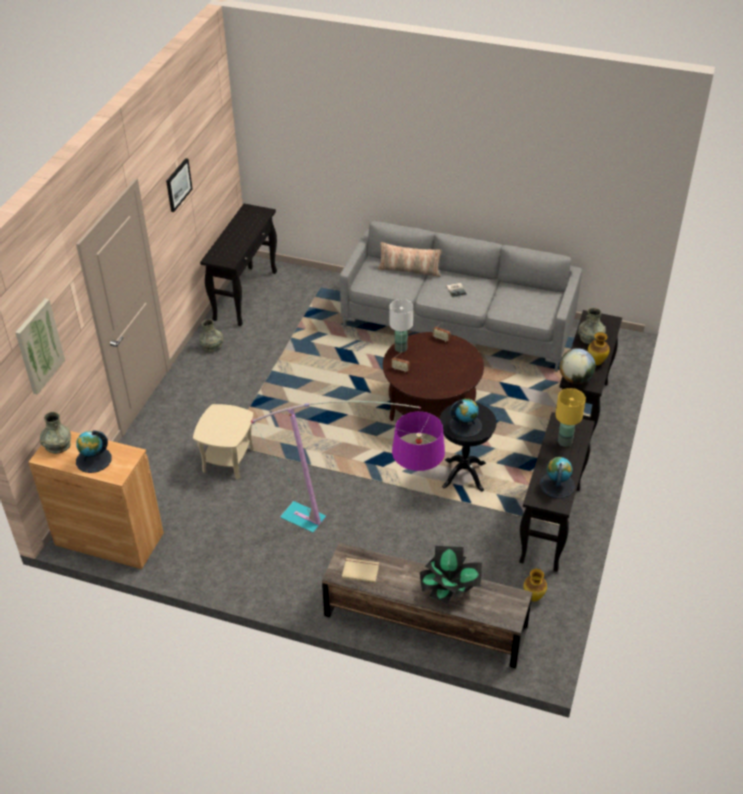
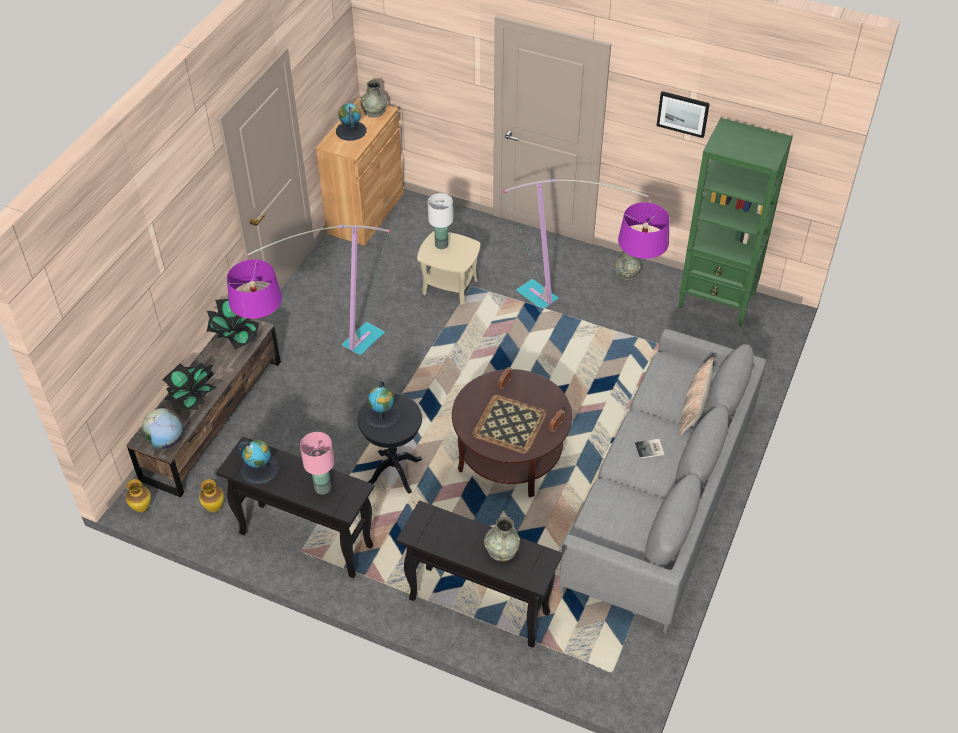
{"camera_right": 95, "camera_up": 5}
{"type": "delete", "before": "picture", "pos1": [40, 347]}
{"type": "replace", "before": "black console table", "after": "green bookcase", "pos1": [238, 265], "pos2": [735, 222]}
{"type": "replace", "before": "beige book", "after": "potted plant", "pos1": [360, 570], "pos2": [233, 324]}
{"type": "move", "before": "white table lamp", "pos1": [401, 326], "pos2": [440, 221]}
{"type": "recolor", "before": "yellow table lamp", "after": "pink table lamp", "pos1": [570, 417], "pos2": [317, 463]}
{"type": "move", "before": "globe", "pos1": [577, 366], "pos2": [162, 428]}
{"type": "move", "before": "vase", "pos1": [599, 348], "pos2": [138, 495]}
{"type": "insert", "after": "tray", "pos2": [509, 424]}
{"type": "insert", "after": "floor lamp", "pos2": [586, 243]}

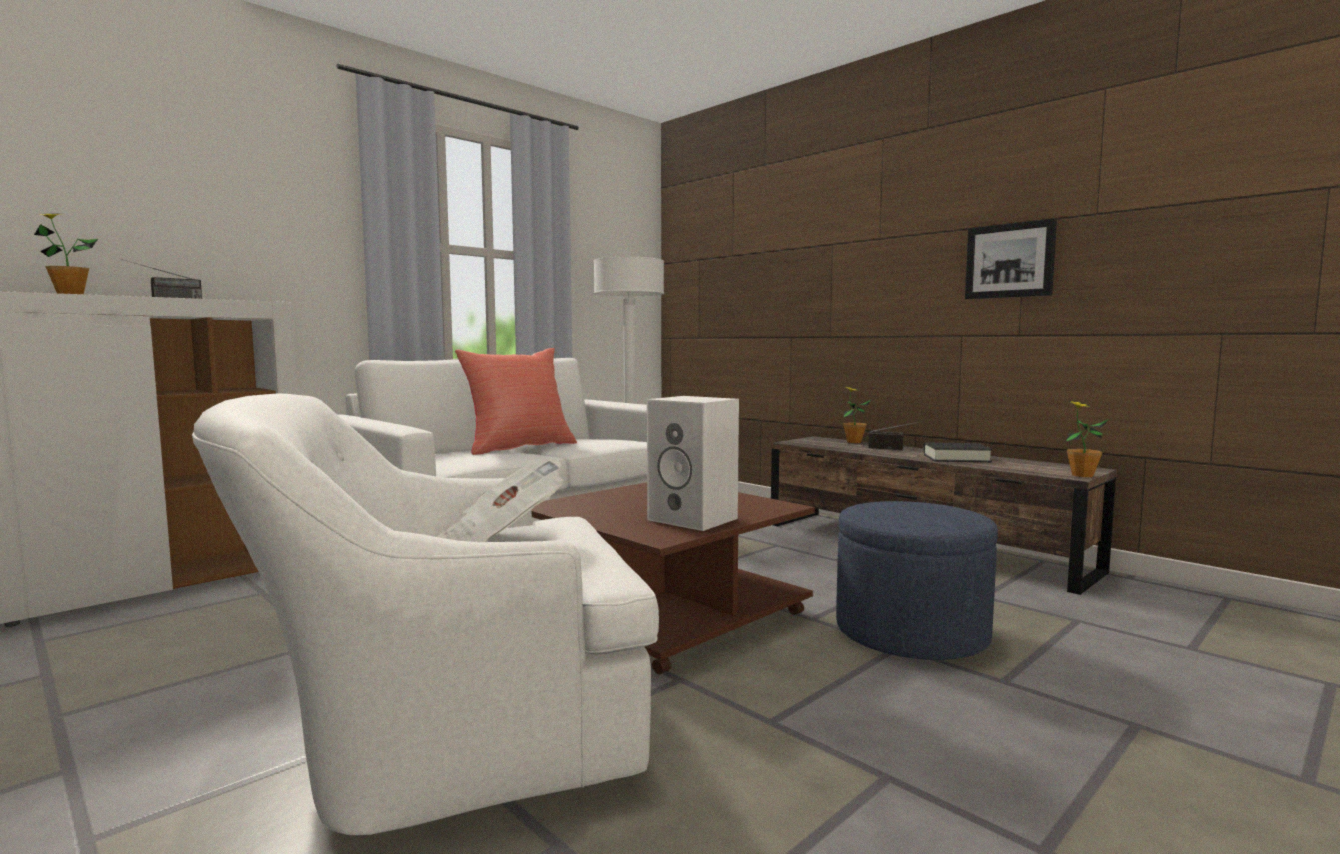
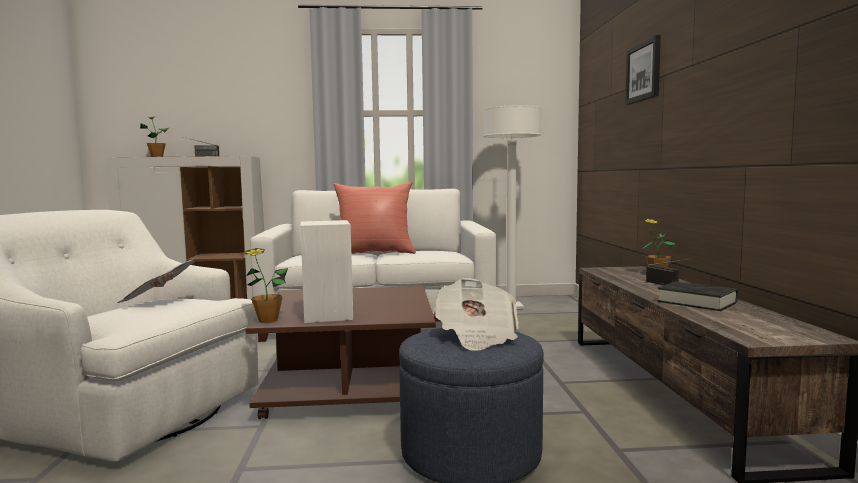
{"camera_right": 40, "camera_up": 0}
{"type": "move", "before": "picture", "pos1": [1011, 258], "pos2": [643, 70]}
{"type": "move", "before": "potted plant", "pos1": [1087, 439], "pos2": [266, 285]}
{"type": "insert", "after": "newspaper", "pos2": [475, 314]}

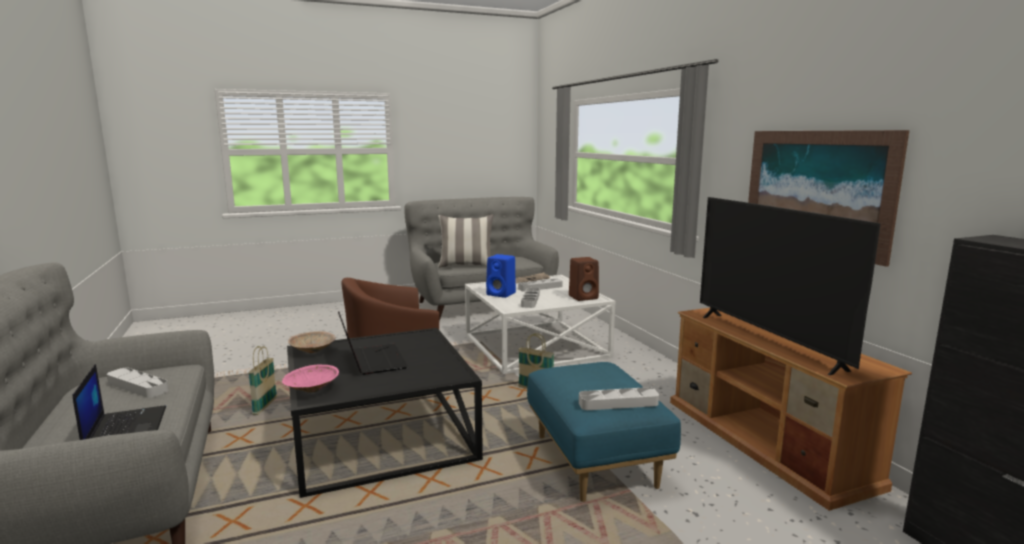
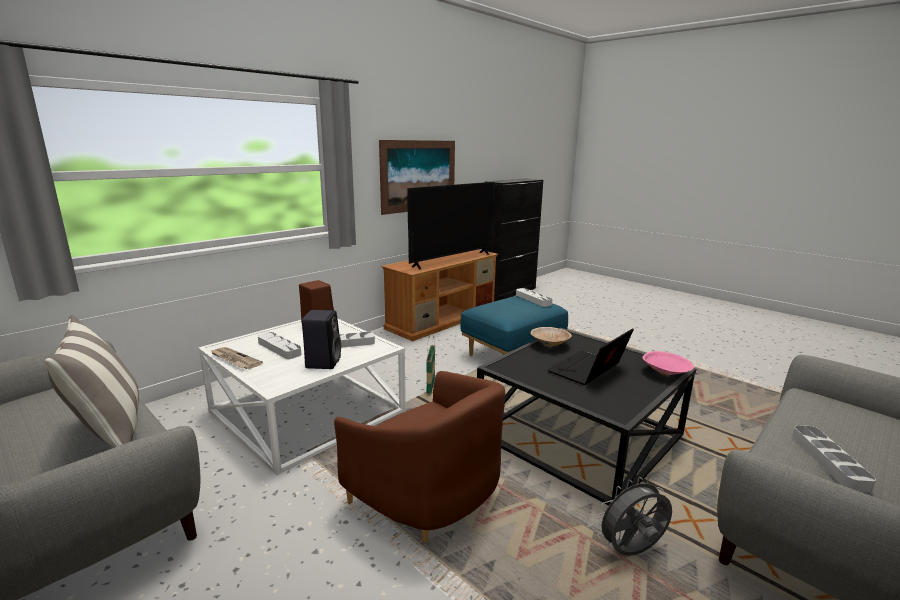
{"camera_right": -115, "camera_up": 5}
{"type": "delete", "before": "laptop", "pos1": [119, 402]}
{"type": "replace", "before": "basket", "after": "grey fan", "pos1": [262, 380], "pos2": [633, 516]}
{"type": "move", "before": "beige bowl", "pos1": [312, 342], "pos2": [551, 337]}
{"type": "recolor", "before": "blue speaker", "after": "black speaker", "pos1": [501, 276], "pos2": [321, 339]}

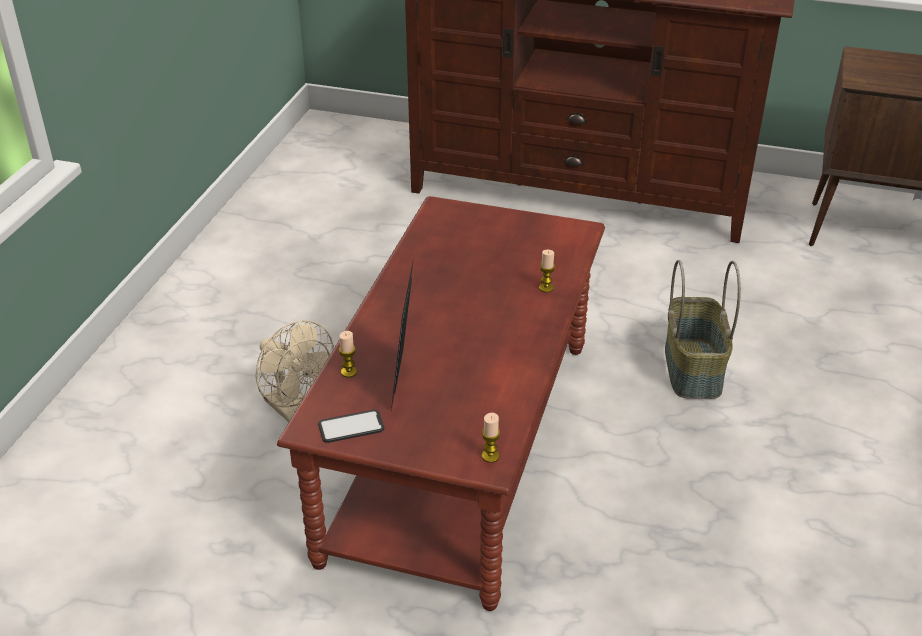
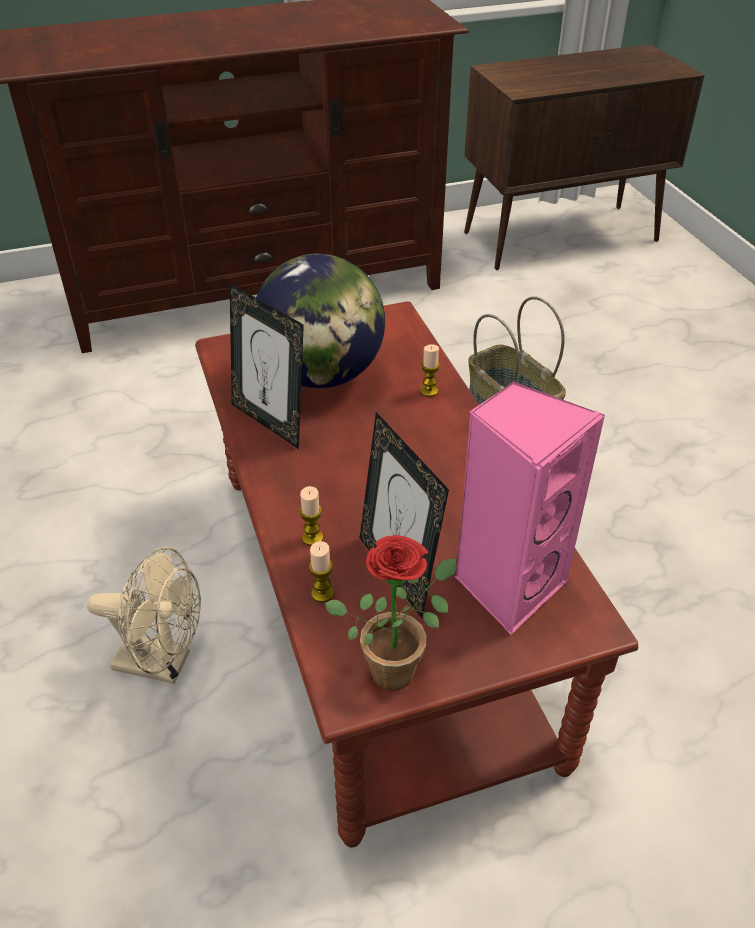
{"camera_right": -35, "camera_up": 5}
{"type": "replace", "before": "phone", "after": "potted plant", "pos1": [351, 426], "pos2": [390, 613]}
{"type": "move", "before": "candle", "pos1": [491, 438], "pos2": [311, 516]}
{"type": "insert", "after": "picture frame", "pos2": [267, 366]}
{"type": "insert", "after": "globe", "pos2": [320, 321]}
{"type": "insert", "after": "pink speaker", "pos2": [530, 508]}

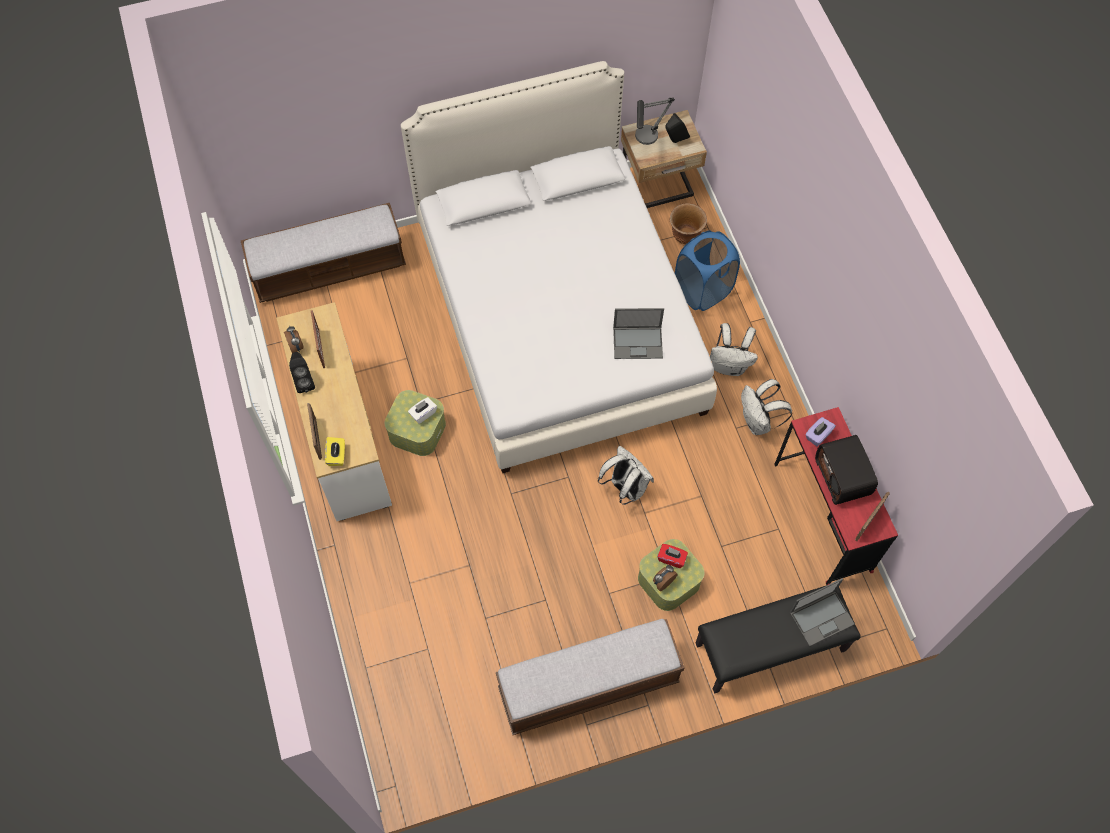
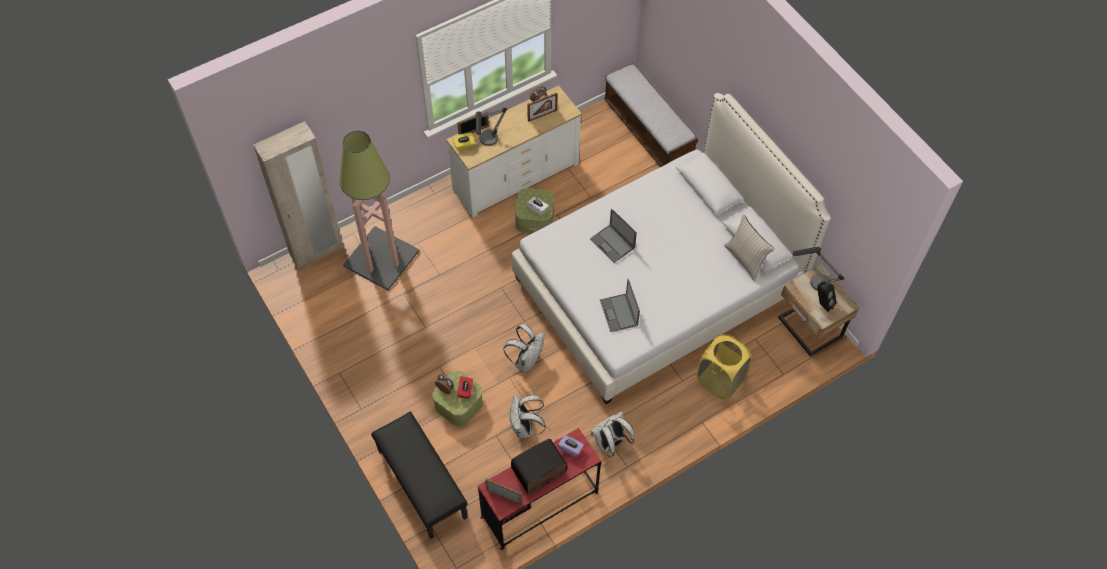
{"camera_right": 75, "camera_up": -5}
{"type": "delete", "before": "black speaker", "pos1": [302, 372]}
{"type": "delete", "before": "bench", "pos1": [590, 677]}
{"type": "delete", "before": "brown planter", "pos1": [688, 223]}
{"type": "recolor", "before": "blue laundry basket", "after": "yellow laundry basket", "pos1": [707, 270], "pos2": [724, 367]}
{"type": "move", "before": "white backpack", "pos1": [734, 349], "pos2": [528, 416]}
{"type": "move", "before": "laptop", "pos1": [822, 612], "pos2": [613, 236]}
{"type": "insert", "after": "beige wardrobe", "pos2": [298, 195]}
{"type": "insert", "after": "floor lamp", "pos2": [379, 211]}
{"type": "insert", "after": "table lamp", "pos2": [491, 127]}
{"type": "insert", "after": "beige pillow", "pos2": [749, 247]}

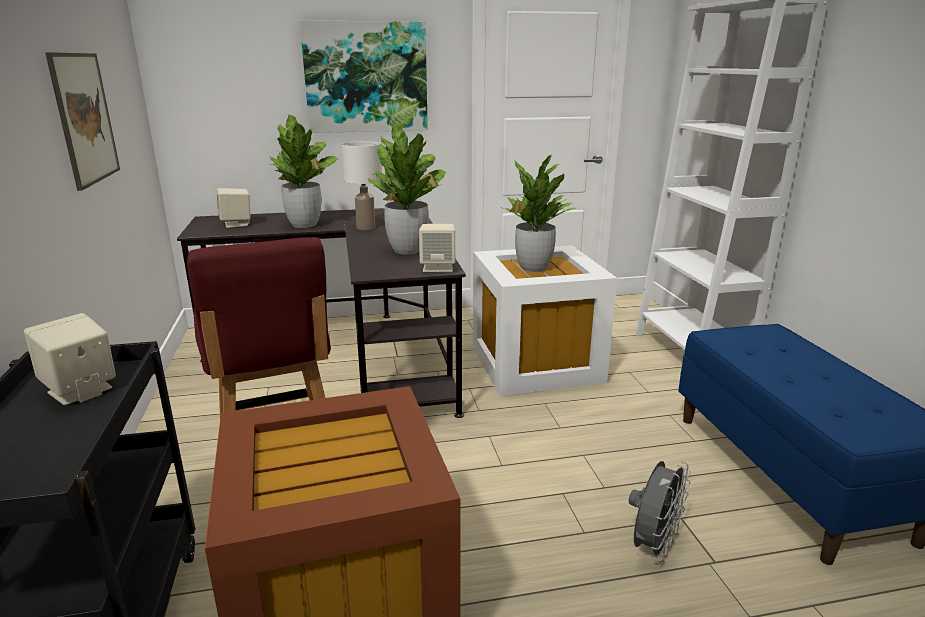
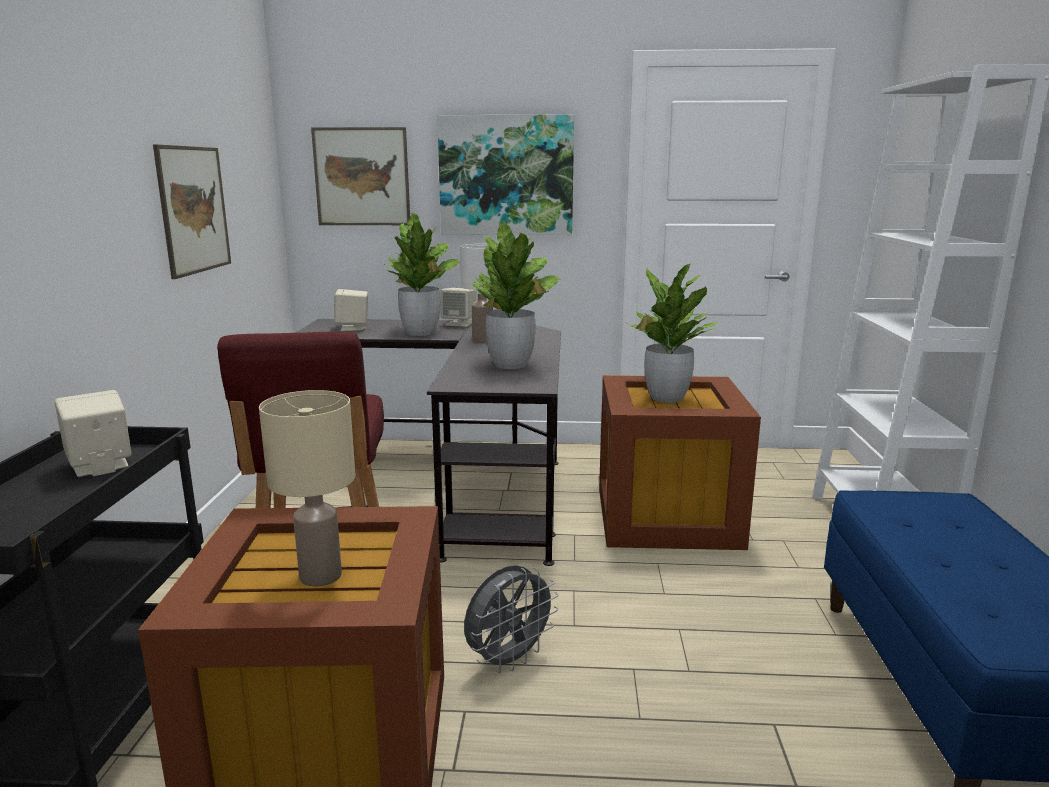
{"camera_right": 15, "camera_up": -5}
{"type": "move", "before": "beige speaker", "pos1": [437, 248], "pos2": [459, 307]}
{"type": "recolor", "before": "white storage box", "after": "brown storage box", "pos1": [545, 321], "pos2": [680, 462]}
{"type": "move", "before": "grey fan", "pos1": [660, 511], "pos2": [511, 619]}
{"type": "insert", "after": "beige table lamp", "pos2": [307, 488]}
{"type": "insert", "after": "picture", "pos2": [360, 176]}

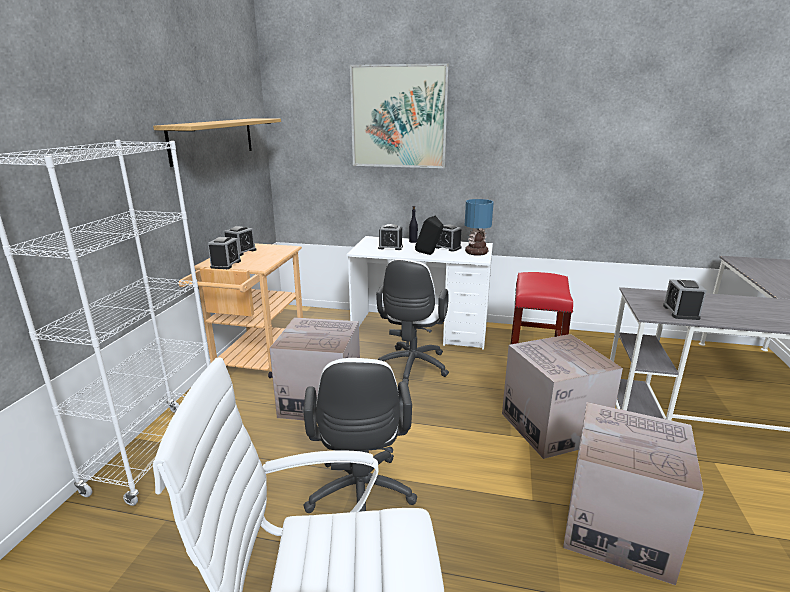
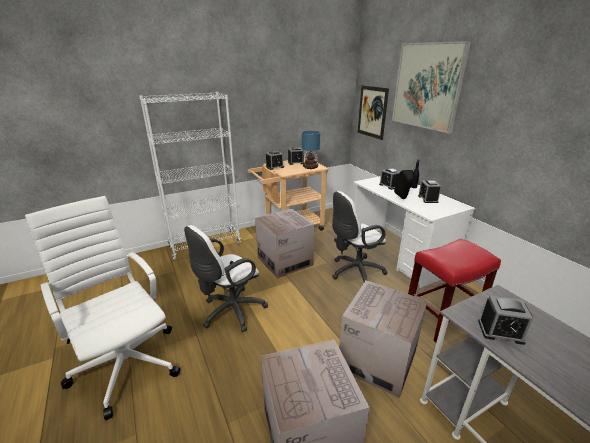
{"camera_right": 50, "camera_up": 5}
{"type": "delete", "before": "shelf", "pos1": [217, 142]}
{"type": "move", "before": "table lamp", "pos1": [479, 227], "pos2": [311, 150]}
{"type": "rotate", "before": "alarm clock", "pos1": [685, 299], "pos2": [505, 320], "turn": -135}
{"type": "insert", "after": "picture", "pos2": [373, 112]}

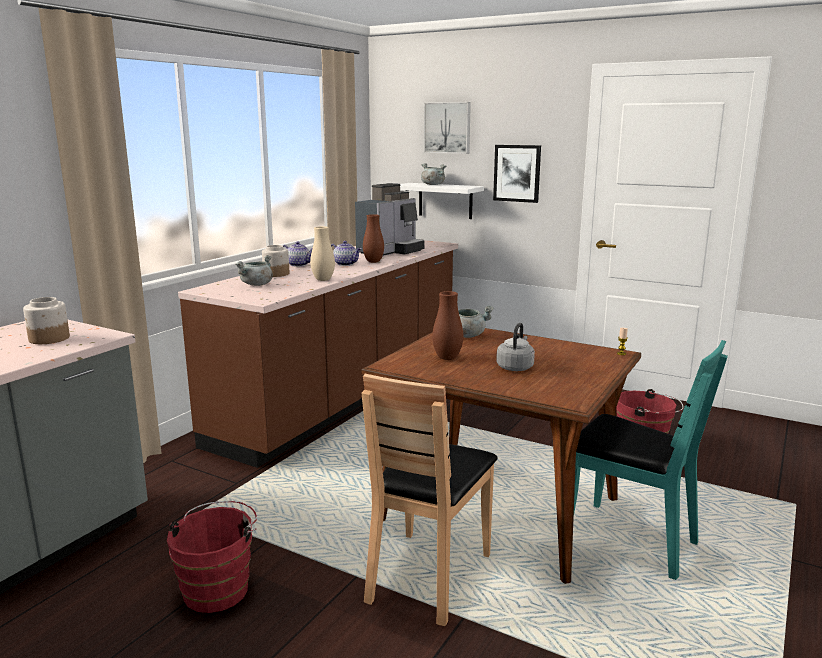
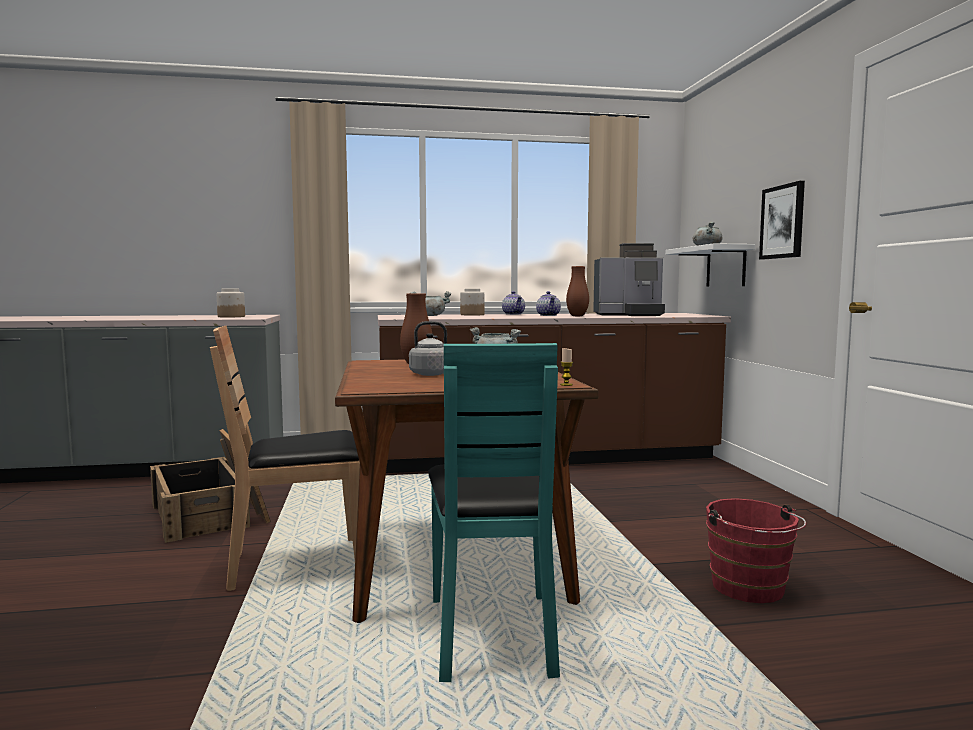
{"camera_right": 50, "camera_up": -10}
{"type": "replace", "before": "red bucket", "after": "crate", "pos1": [212, 557], "pos2": [210, 486]}
{"type": "delete", "before": "beige vase", "pos1": [322, 253]}
{"type": "delete", "before": "picture", "pos1": [447, 128]}

